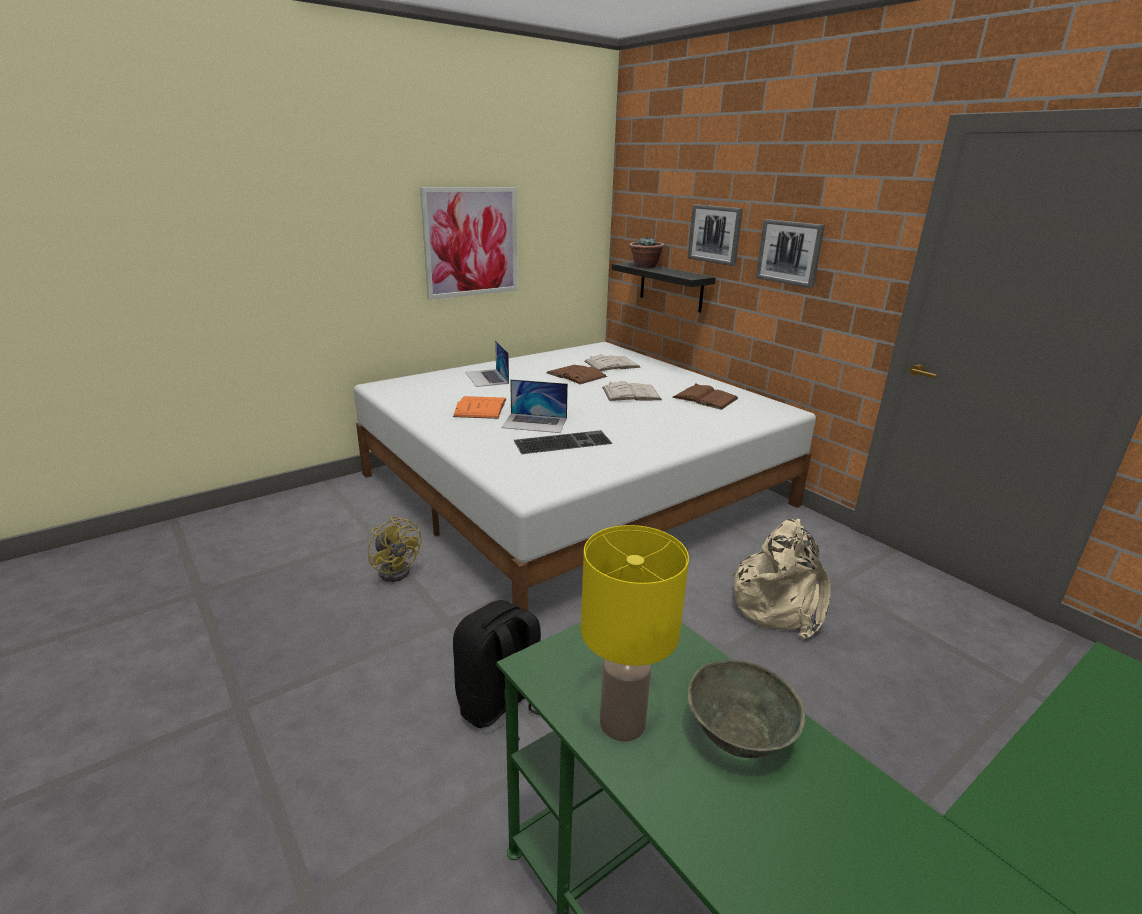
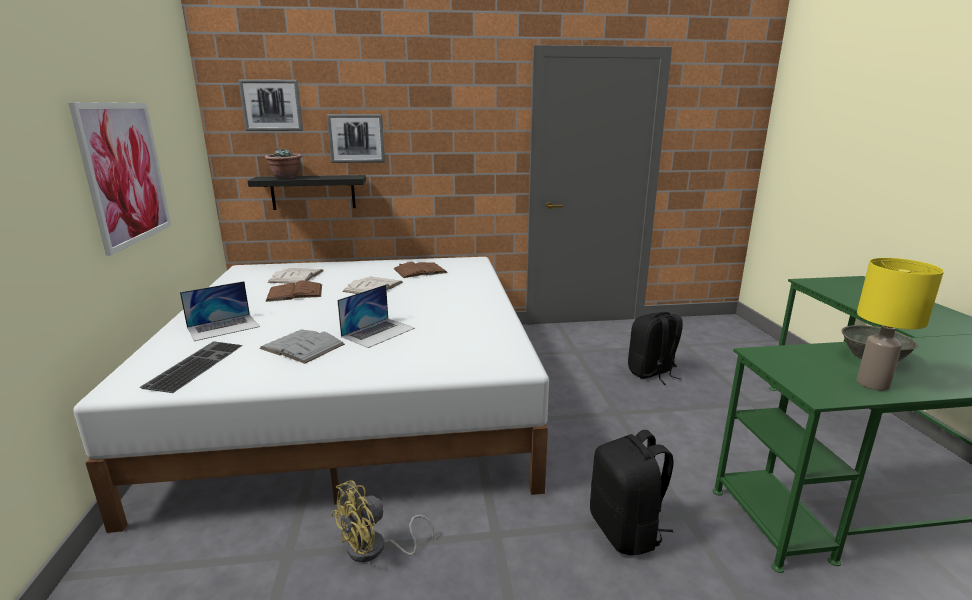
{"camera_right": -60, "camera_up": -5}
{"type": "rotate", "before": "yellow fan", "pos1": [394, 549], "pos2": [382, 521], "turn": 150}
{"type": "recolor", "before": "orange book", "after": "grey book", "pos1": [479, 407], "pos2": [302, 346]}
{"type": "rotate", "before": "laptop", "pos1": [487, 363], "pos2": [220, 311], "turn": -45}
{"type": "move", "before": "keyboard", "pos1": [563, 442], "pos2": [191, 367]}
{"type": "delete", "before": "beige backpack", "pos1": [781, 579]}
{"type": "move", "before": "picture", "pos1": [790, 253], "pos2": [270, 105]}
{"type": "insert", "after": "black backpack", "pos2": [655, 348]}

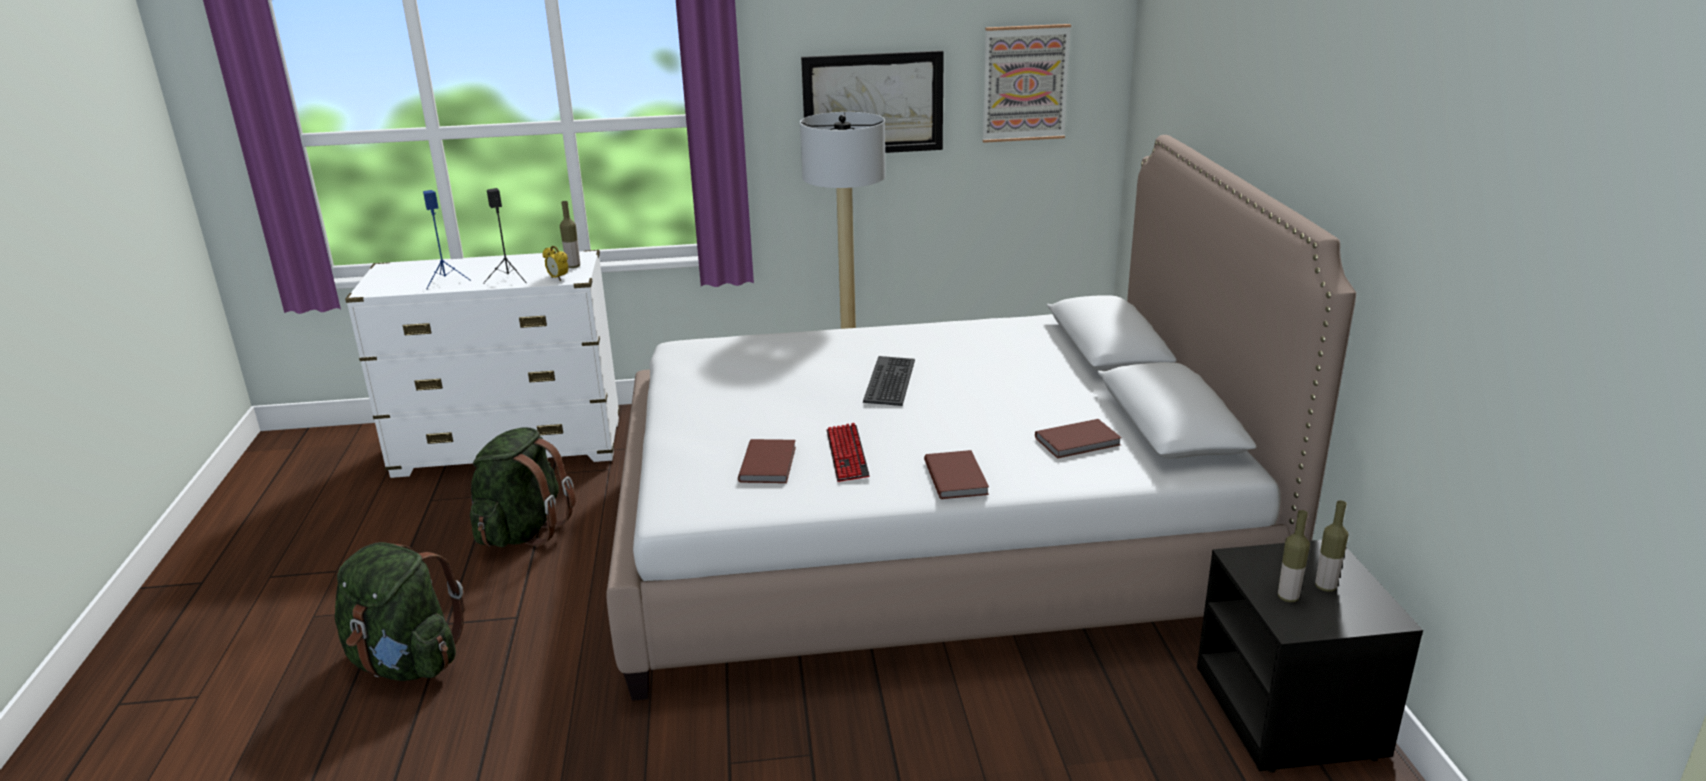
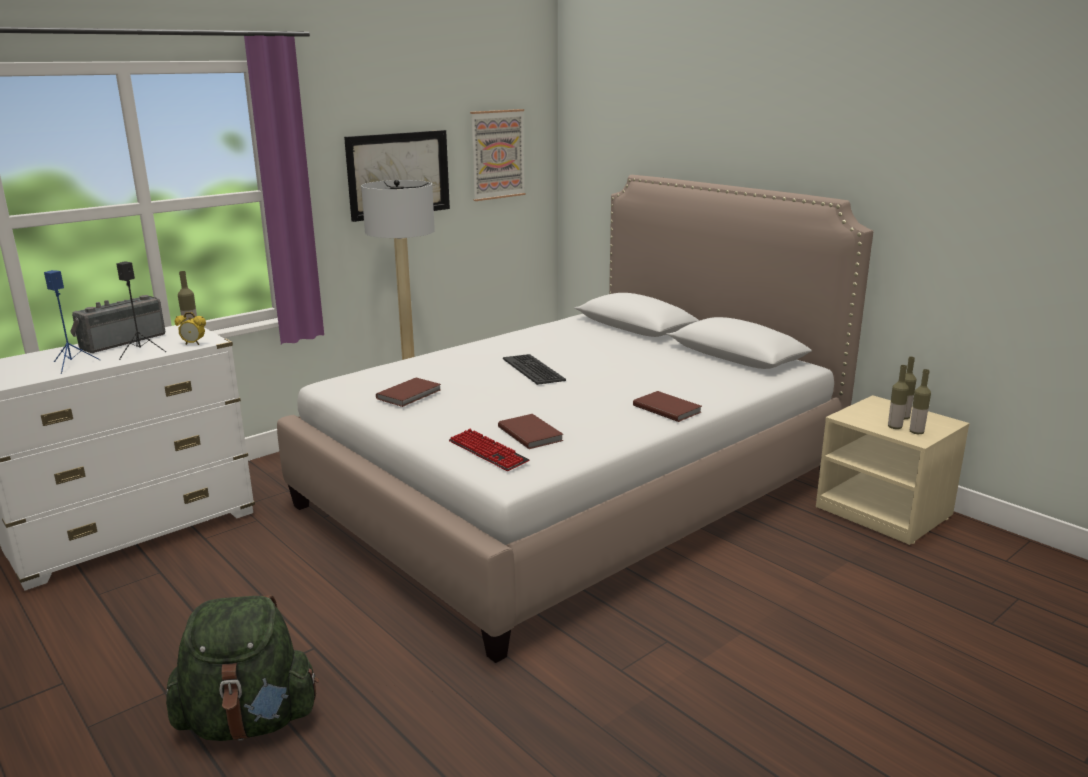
{"camera_right": -35, "camera_up": -5}
{"type": "delete", "before": "green backpack", "pos1": [523, 487]}
{"type": "move", "before": "keyboard", "pos1": [848, 452], "pos2": [489, 450]}
{"type": "move", "before": "brown book", "pos1": [1078, 439], "pos2": [408, 392]}
{"type": "recolor", "before": "black nightstand", "after": "beige nightstand", "pos1": [1310, 656], "pos2": [893, 470]}
{"type": "insert", "after": "radio", "pos2": [117, 324]}
{"type": "insert", "after": "bottle", "pos2": [920, 401]}

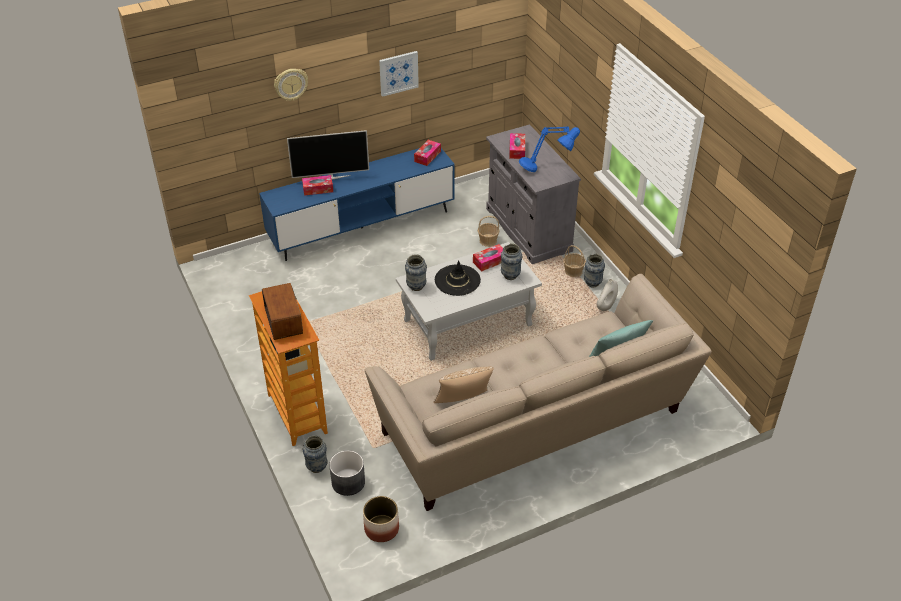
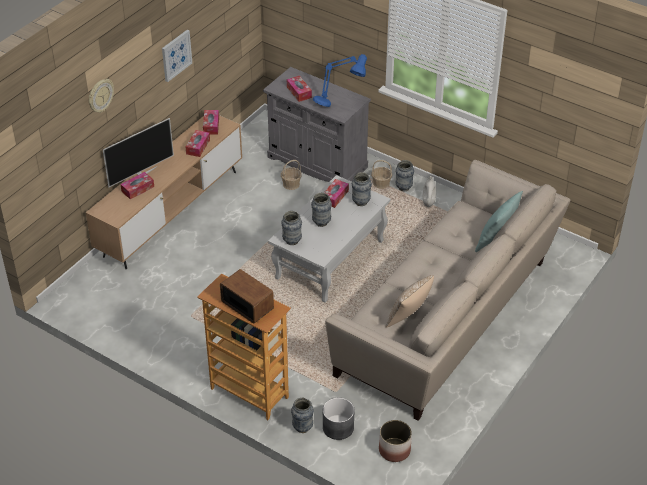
{"camera_right": -30, "camera_up": 0}
{"type": "recolor", "before": "blue tv stand", "after": "brown tv stand", "pos1": [357, 204], "pos2": [164, 192]}
{"type": "replace", "before": "black hat", "after": "vase", "pos1": [458, 278], "pos2": [321, 209]}
{"type": "insert", "after": "tissue box", "pos2": [198, 143]}

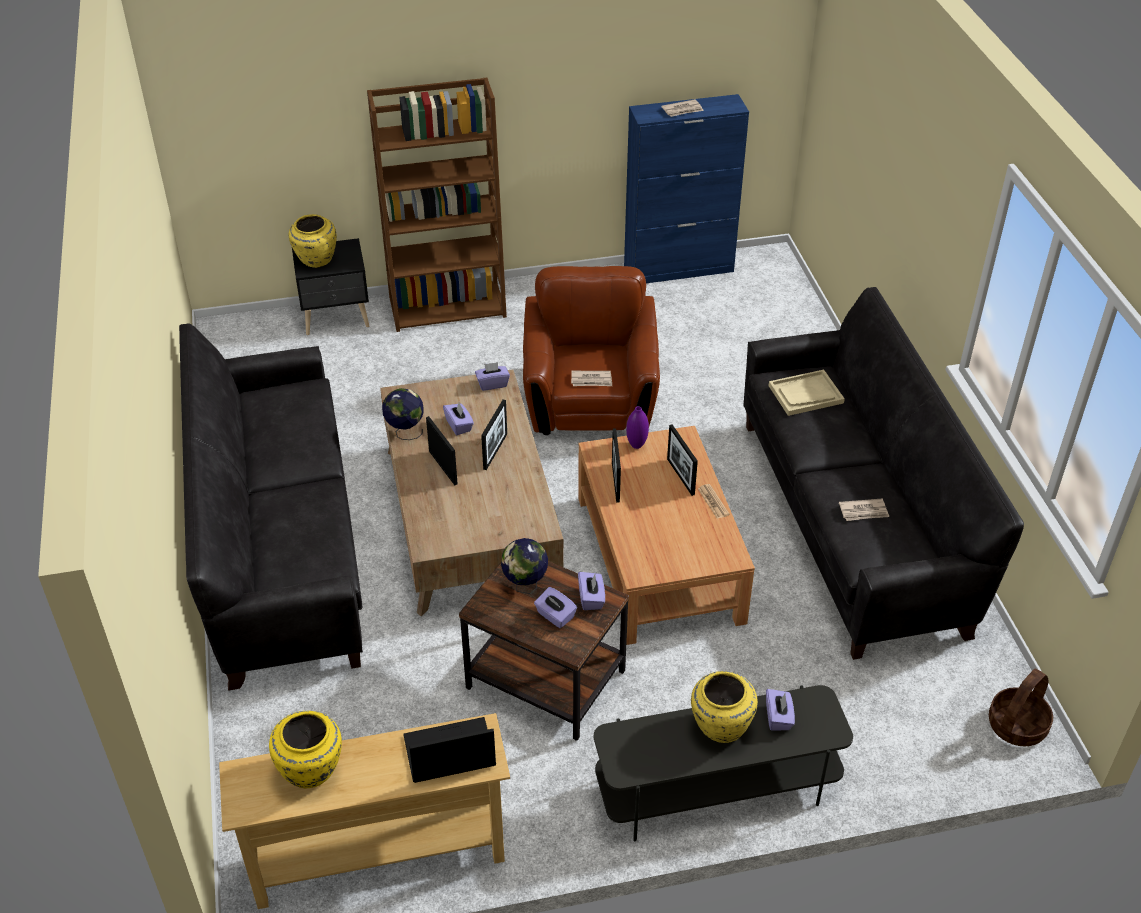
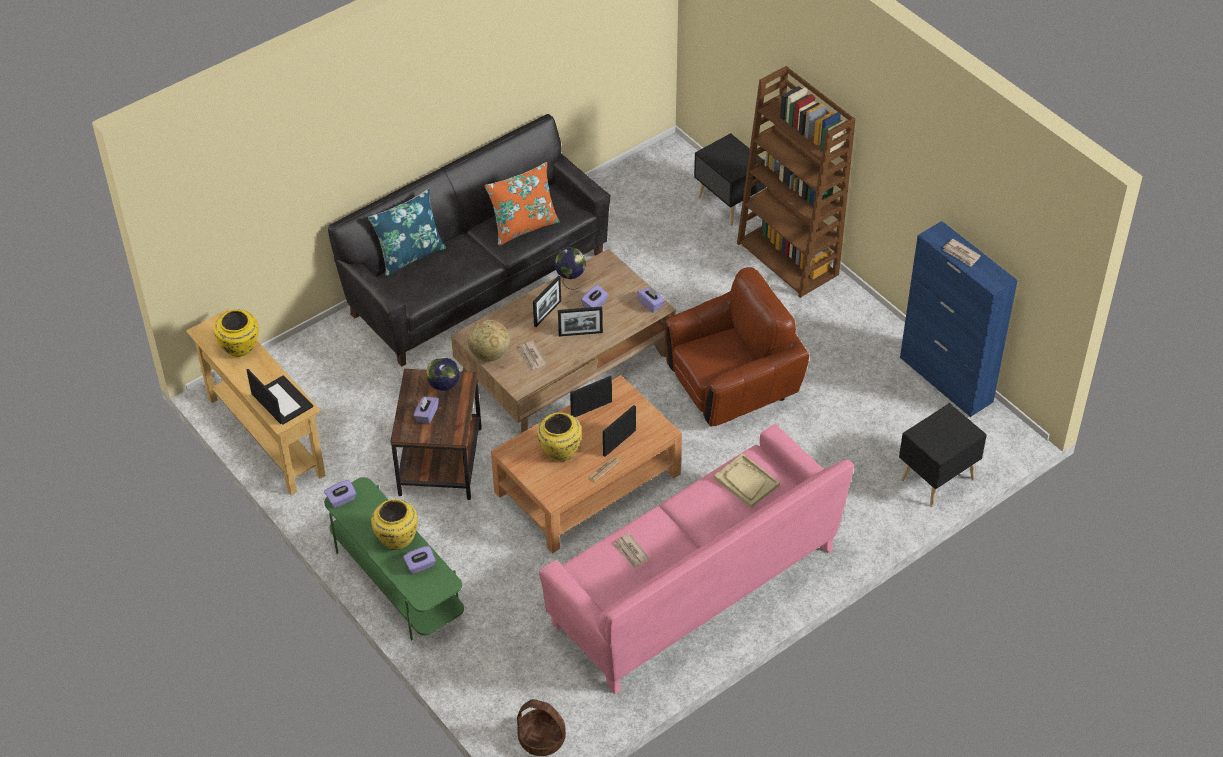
{"camera_right": 65, "camera_up": 5}
{"type": "move", "before": "yellow vase", "pos1": [313, 241], "pos2": [559, 436]}
{"type": "move", "before": "newspaper", "pos1": [591, 378], "pos2": [532, 356]}
{"type": "move", "before": "purple tissue box", "pos1": [591, 591], "pos2": [340, 494]}
{"type": "recolor", "before": "grey tv stand", "after": "green tv stand", "pos1": [723, 763], "pos2": [394, 558]}
{"type": "delete", "before": "purple vase", "pos1": [637, 427]}
{"type": "recolor", "before": "black sofa", "after": "pink sofa", "pos1": [883, 473], "pos2": [696, 559]}
{"type": "insert", "after": "blue pillow", "pos2": [407, 233]}
{"type": "insert", "after": "globe", "pos2": [489, 340]}
{"type": "insert", "after": "orange pillow", "pos2": [522, 204]}
{"type": "insert", "after": "black nightstand", "pos2": [943, 455]}

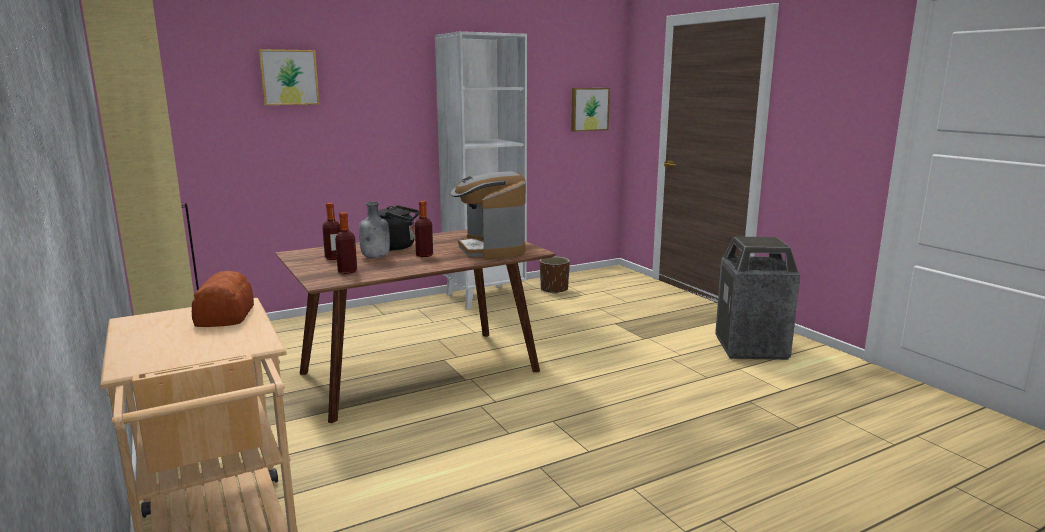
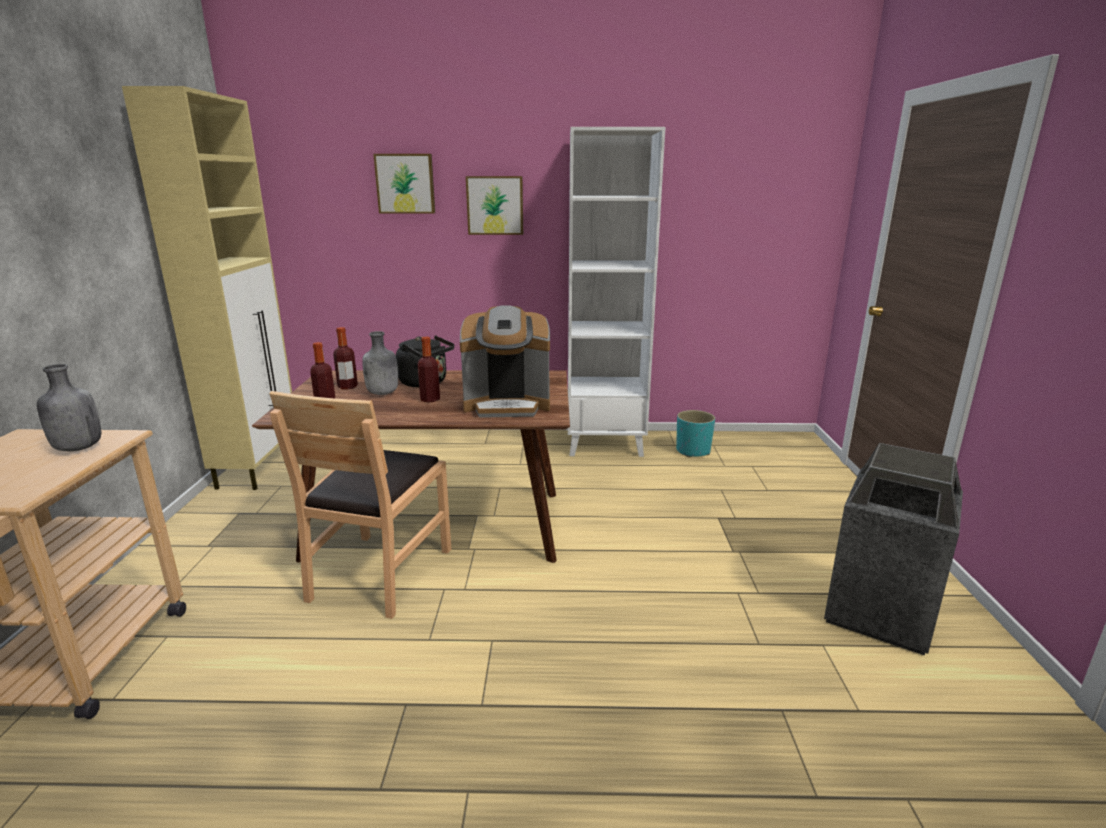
{"camera_right": 30, "camera_up": 5}
{"type": "replace", "before": "bread", "after": "grey bottle", "pos1": [223, 299], "pos2": [69, 408]}
{"type": "rotate", "before": "coffee machine", "pos1": [488, 215], "pos2": [505, 361], "turn": -105}
{"type": "recolor", "before": "brown planter", "after": "turquoise planter", "pos1": [555, 275], "pos2": [695, 434]}
{"type": "move", "before": "picture", "pos1": [590, 110], "pos2": [494, 205]}
{"type": "insert", "after": "brown chair", "pos2": [360, 505]}

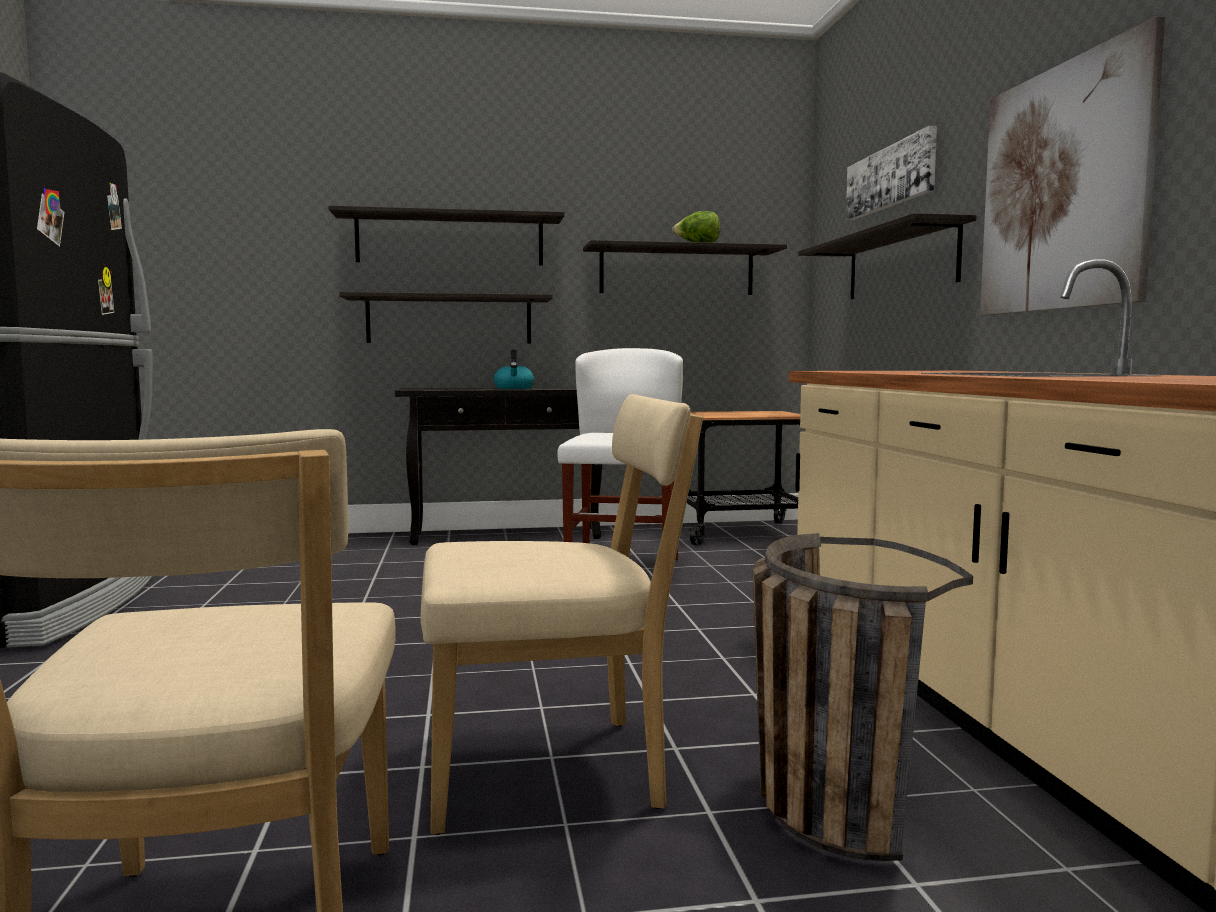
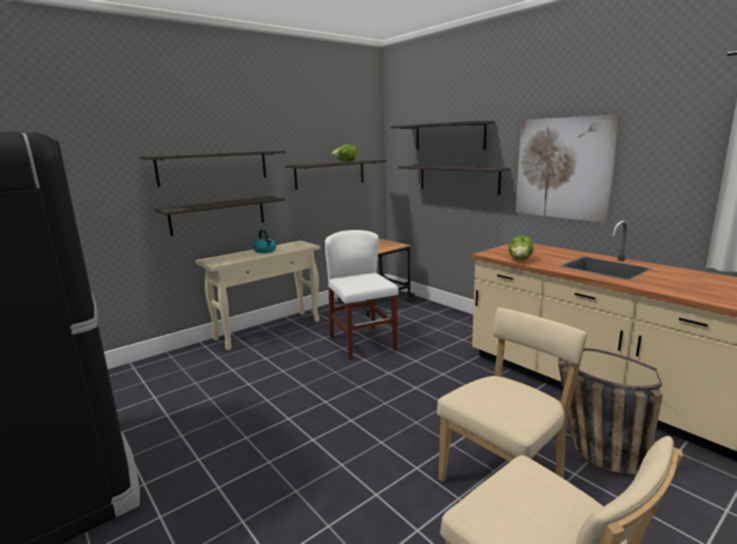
{"camera_right": -30, "camera_up": 10}
{"type": "recolor", "before": "black console table", "after": "beige console table", "pos1": [499, 466], "pos2": [258, 296]}
{"type": "replace", "before": "picture", "after": "shelf", "pos1": [891, 173], "pos2": [442, 135]}
{"type": "insert", "after": "lettuce", "pos2": [521, 247]}

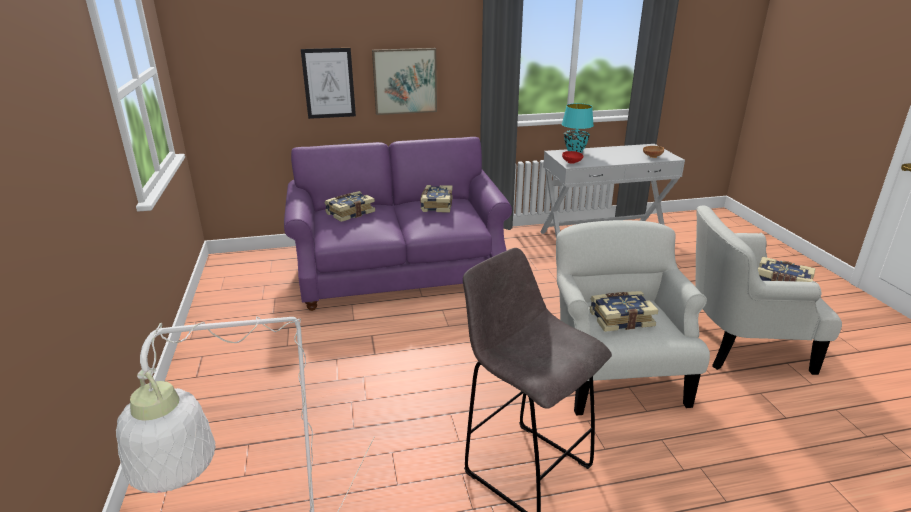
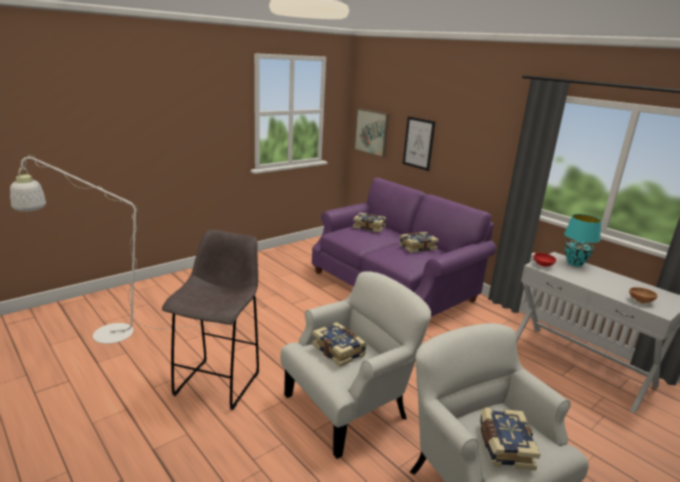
{"camera_right": 60, "camera_up": -5}
{"type": "move", "before": "picture", "pos1": [404, 81], "pos2": [371, 133]}

